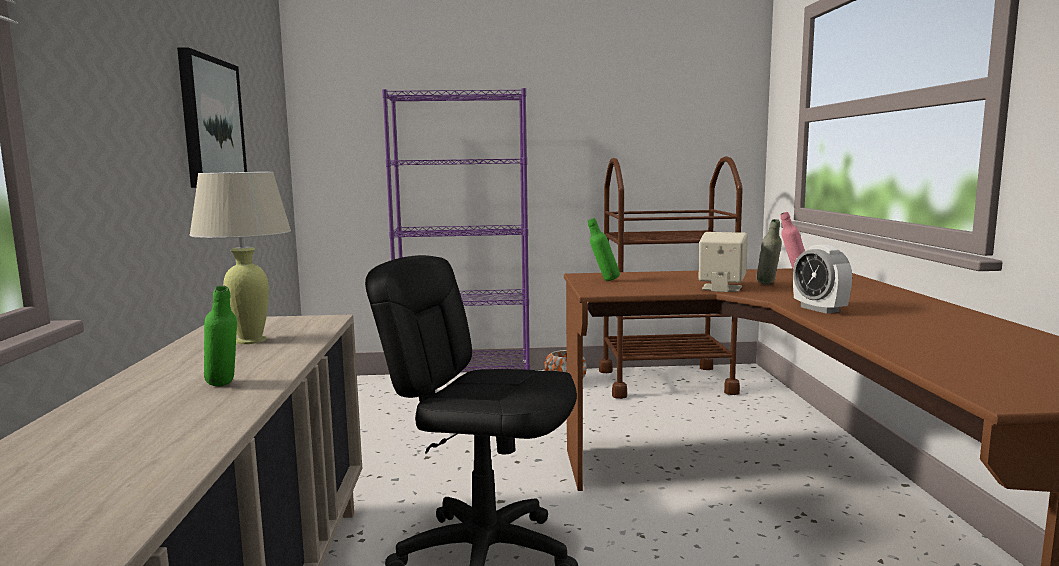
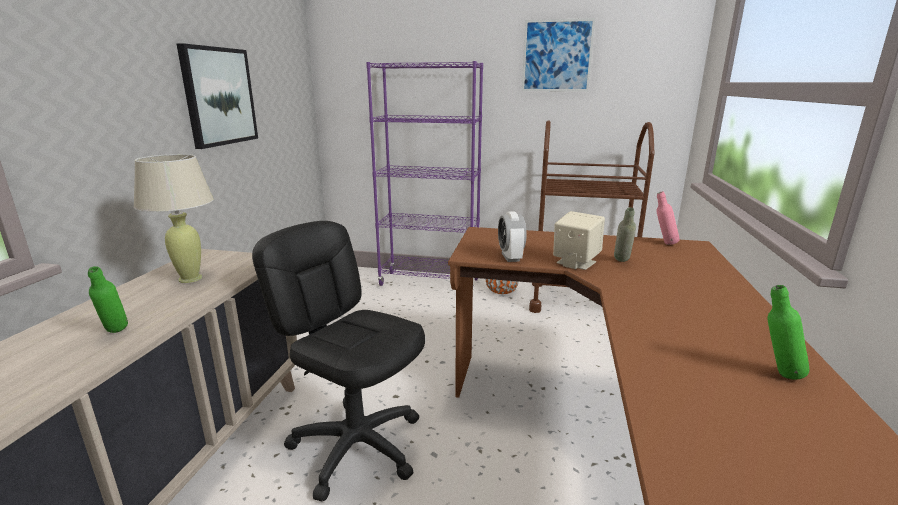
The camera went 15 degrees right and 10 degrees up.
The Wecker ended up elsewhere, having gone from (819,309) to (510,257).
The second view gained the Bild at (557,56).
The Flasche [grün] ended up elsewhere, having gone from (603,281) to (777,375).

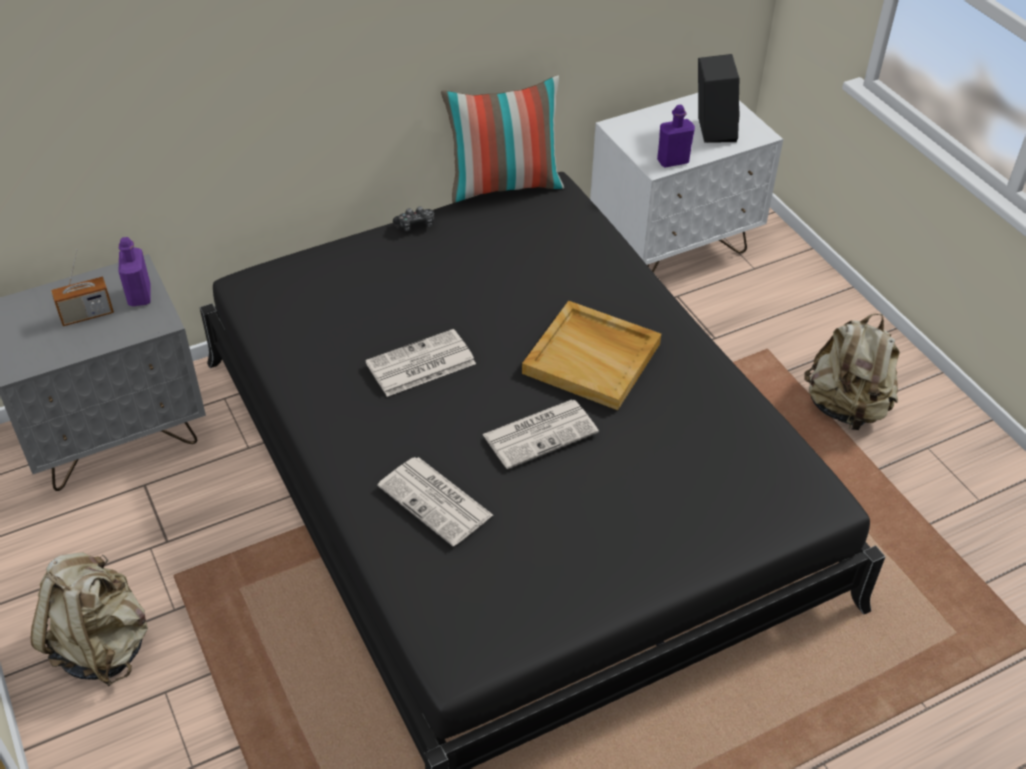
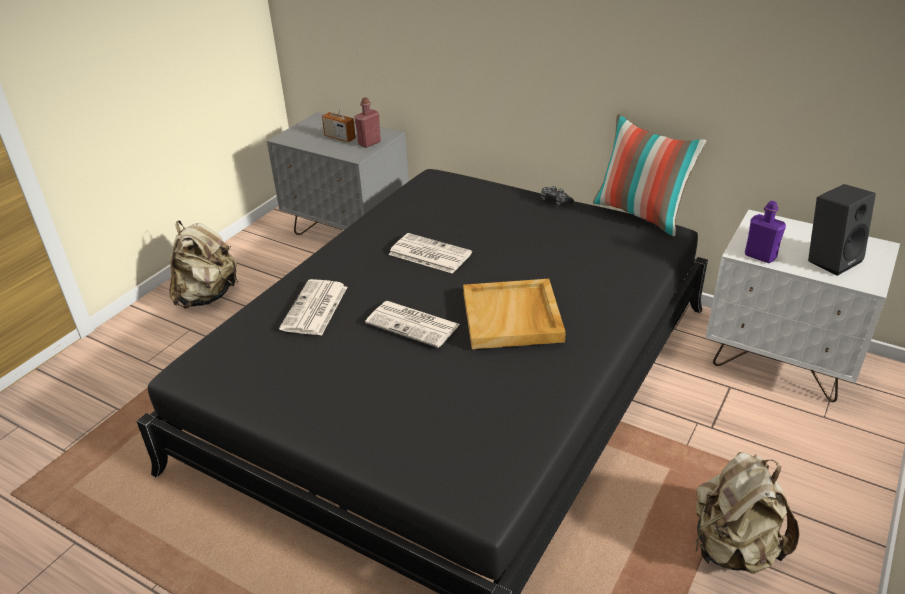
The camera went 60 degrees right and 10 degrees down.
What was the Flasche [lila] at (139,296) turned into the Flasche [rot] at (369,143).

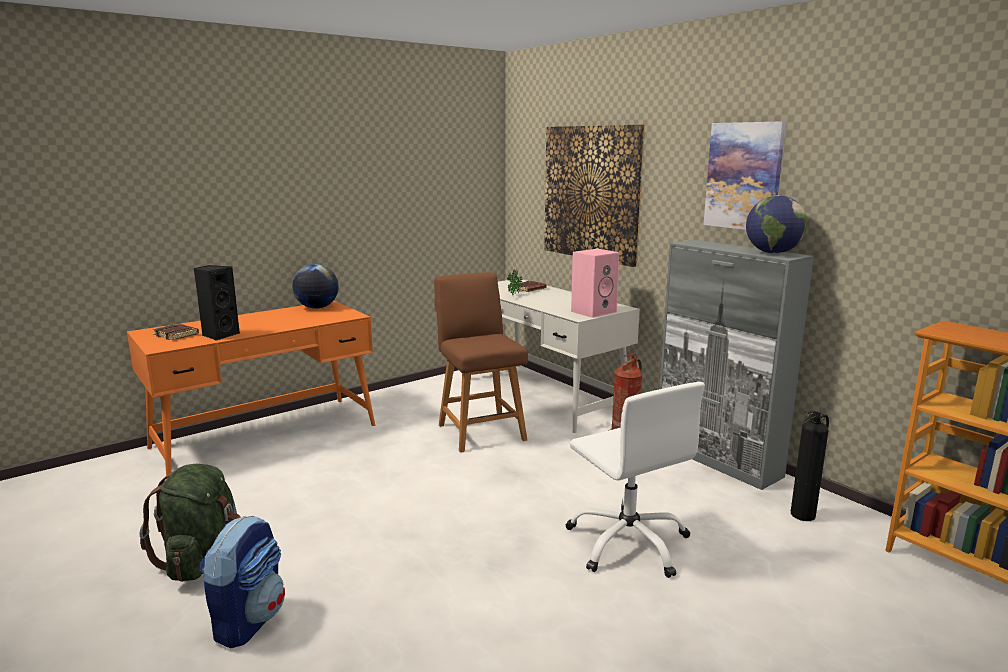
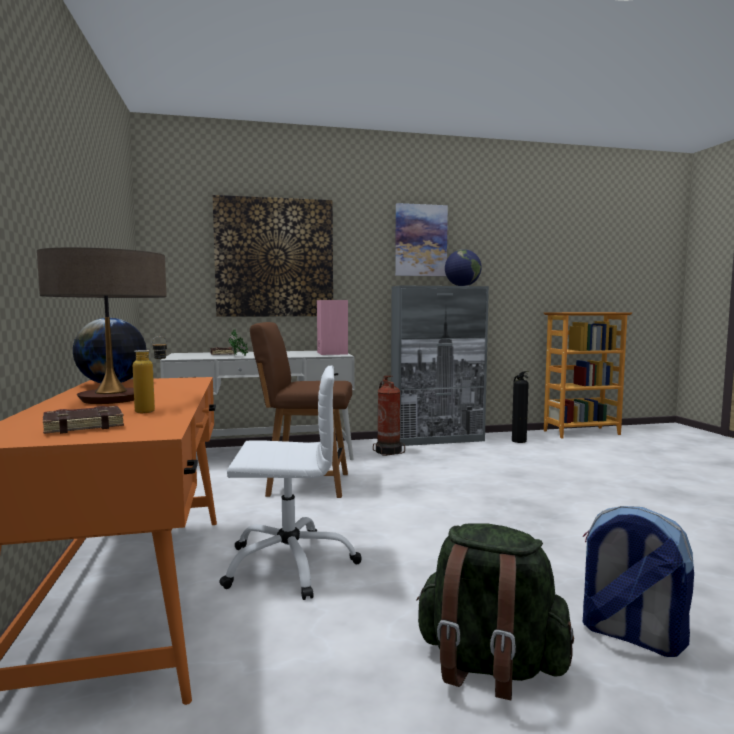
The camera went 65 degrees left and 10 degrees down.
The second view gained the Tischlampe at (111,399).
Where the Lautsprecher [schwarz] stood at (219,335), the Flasche came to stand at (153,411).
The Bürostuhl [weiß] ended up elsewhere, having gone from (628,542) to (289,564).

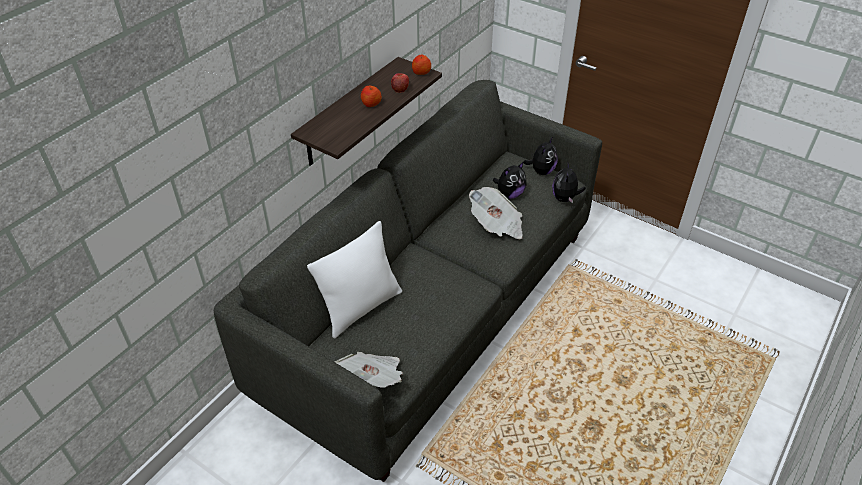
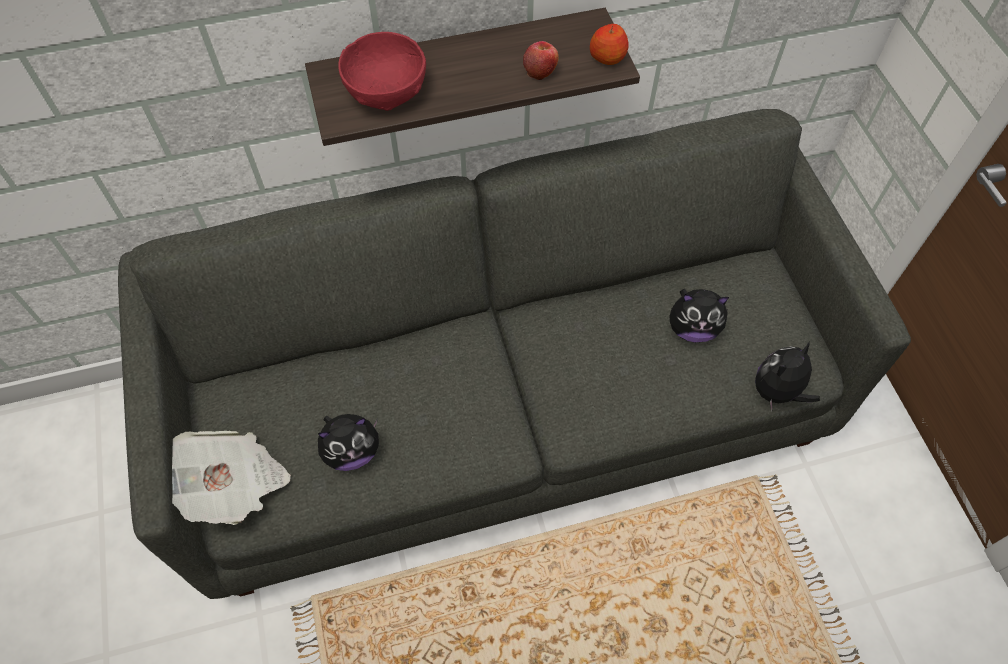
The camera went 40 degrees right and 15 degrees up.
The Plüschtier ended up elsewhere, having gone from (541,171) to (352,451).
The second view gained the Schüssel [rot] at (387,91).
The second view lost the Kissen [weiß] at (361,307).
The second view lost the Apfel at (371,103).
The second view lost the Zeitung at (496,225).

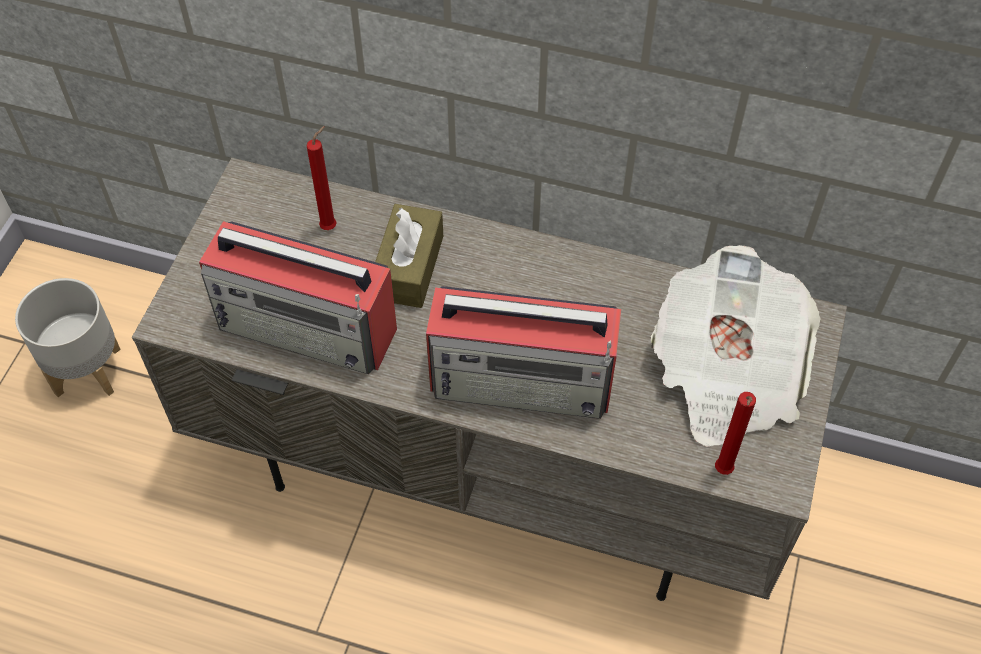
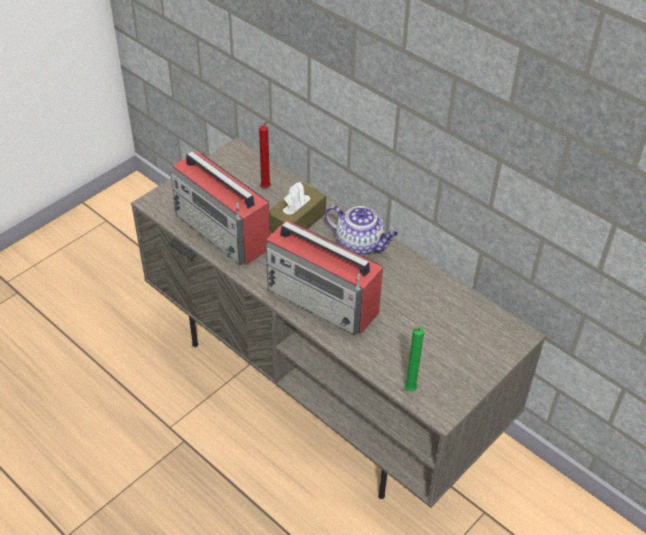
The camera went 25 degrees right and 10 degrees down.
The second view gained the Teekanne at (360,245).
What was the Kerze [rot] at (722,472) turned into the Kerze [grün] at (408,390).
The second view lost the Pflanzkübel [grau] at (88,370).
The second view lost the Zeitung at (726,374).

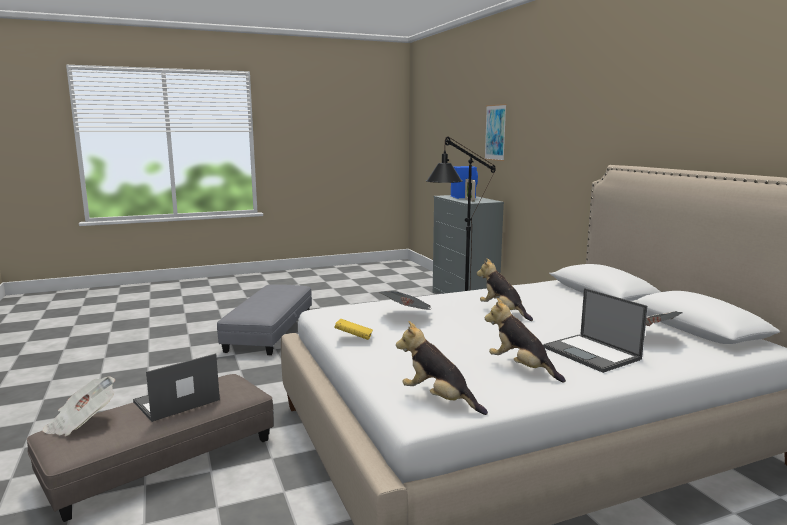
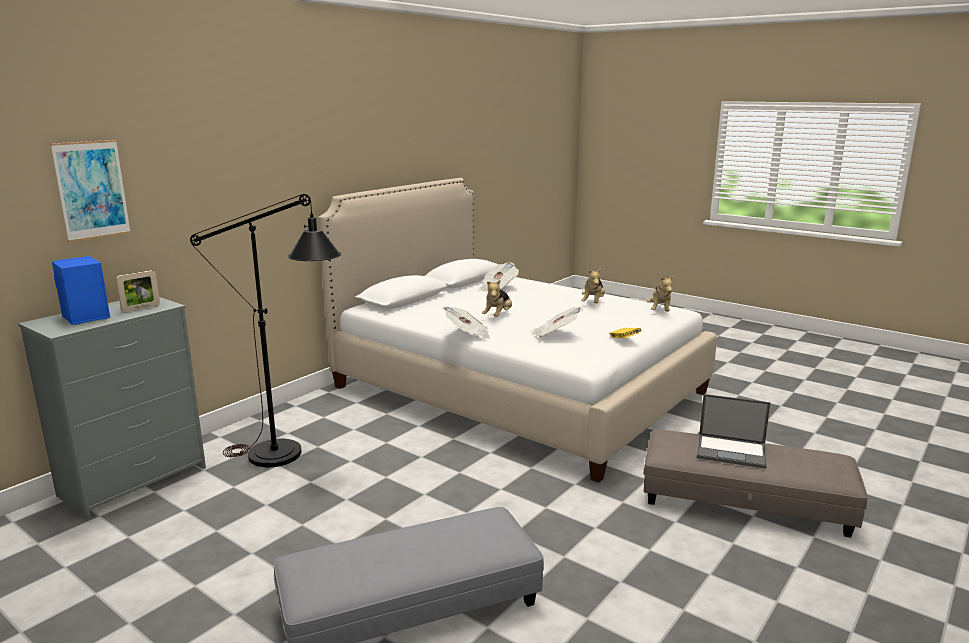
The camera went 120 degrees left and 5 degrees up.
The Zeitung ended up elsewhere, having gone from (82,423) to (468,335).
The second view lost the Laptop at (592,353).

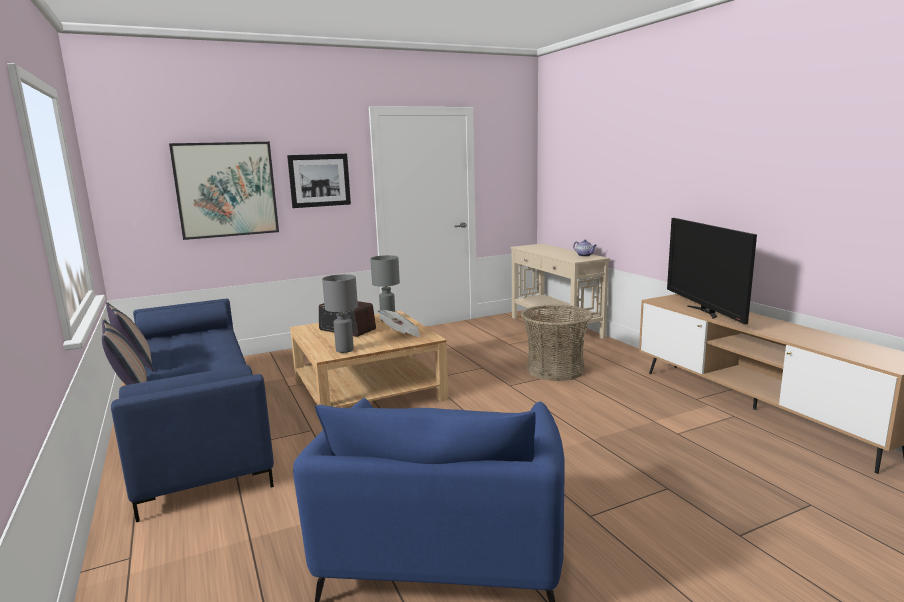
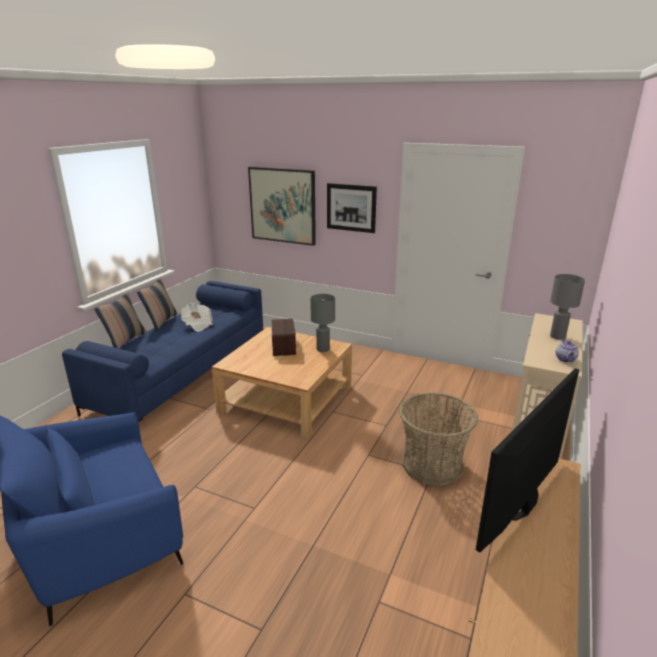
The camera went 50 degrees right and 10 degrees up.
The Zeitung ended up elsewhere, having gone from (400,334) to (197,325).
The Tischlampe [grau] ended up elsewhere, having gone from (345,350) to (558,336).

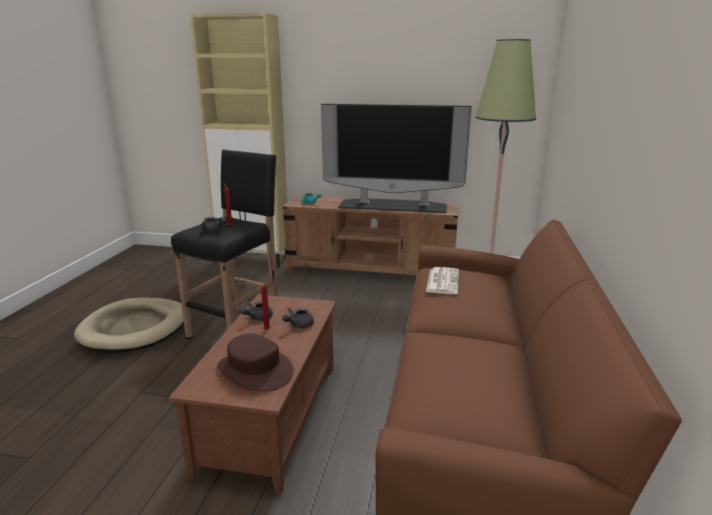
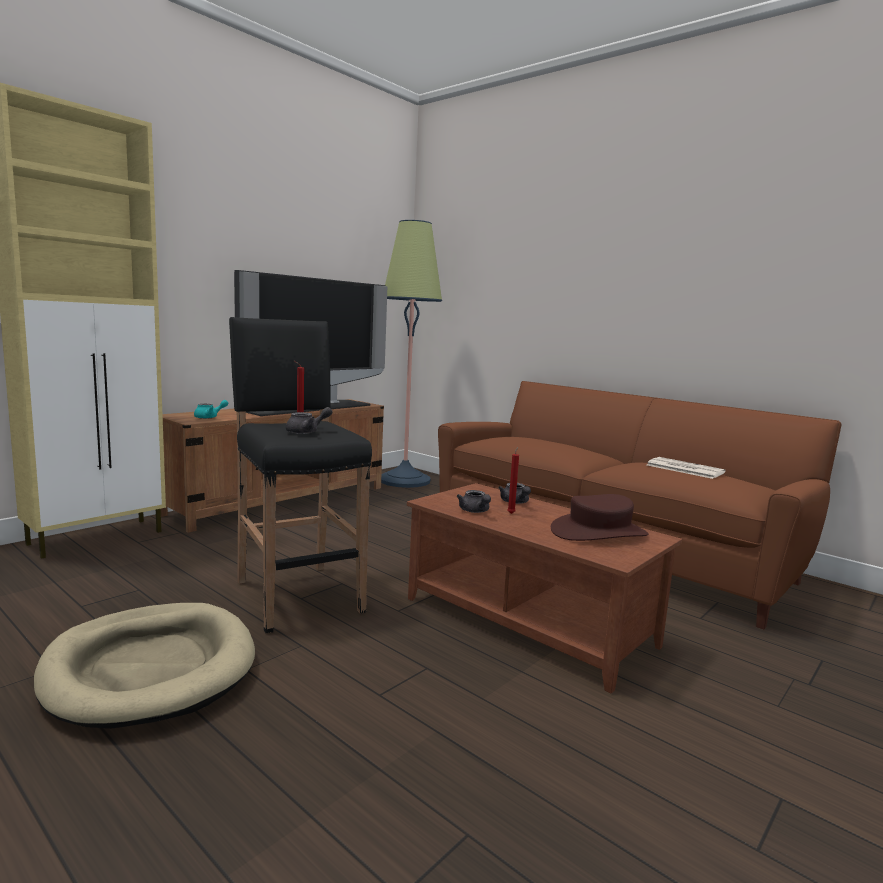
The camera went 60 degrees left and 10 degrees down.
The Zeitung ended up elsewhere, having gone from (442,281) to (683,469).

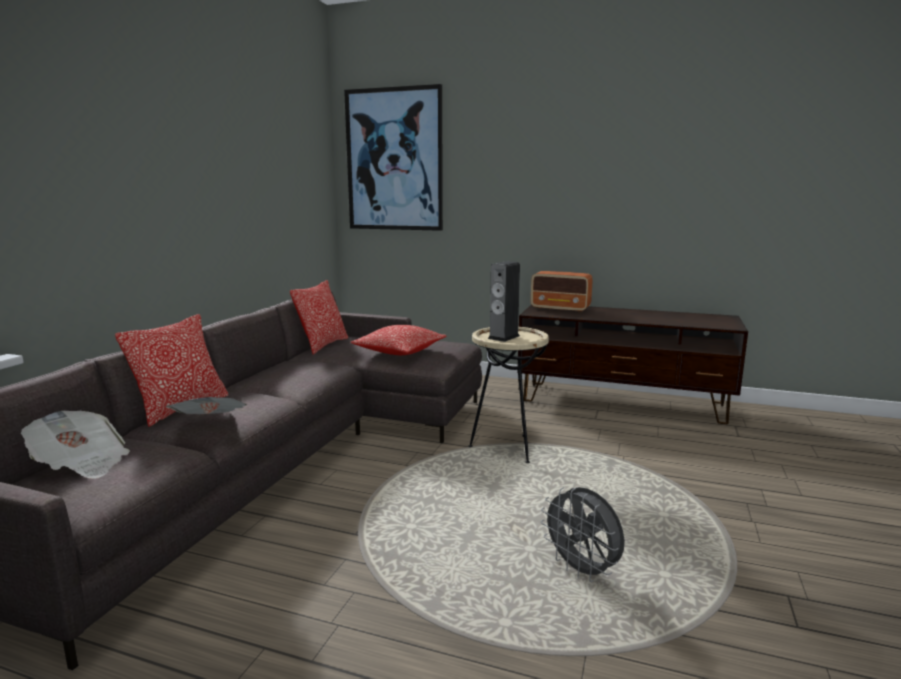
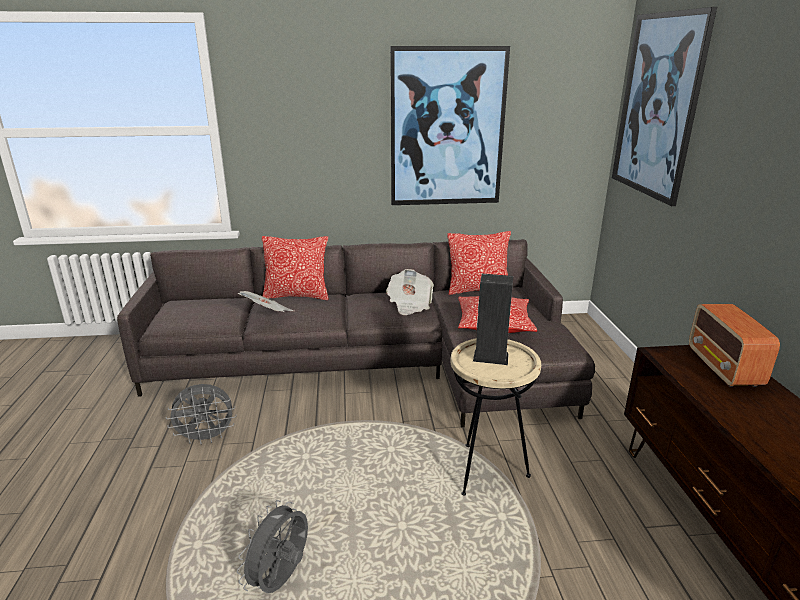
The camera went 65 degrees right and 10 degrees up.
The second view gained the Ventilator [grau] at (207,438).
The Zeitung ended up elsewhere, having gone from (81,464) to (409,304).
The second view gained the Bild at (447,128).

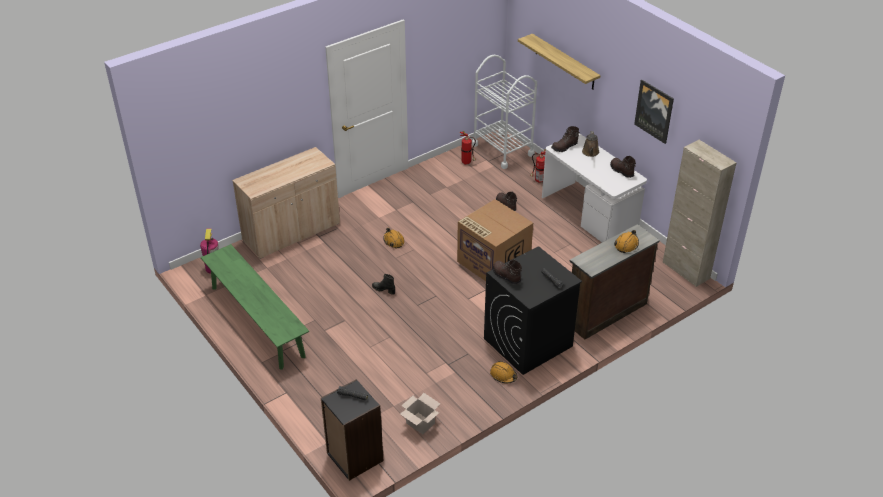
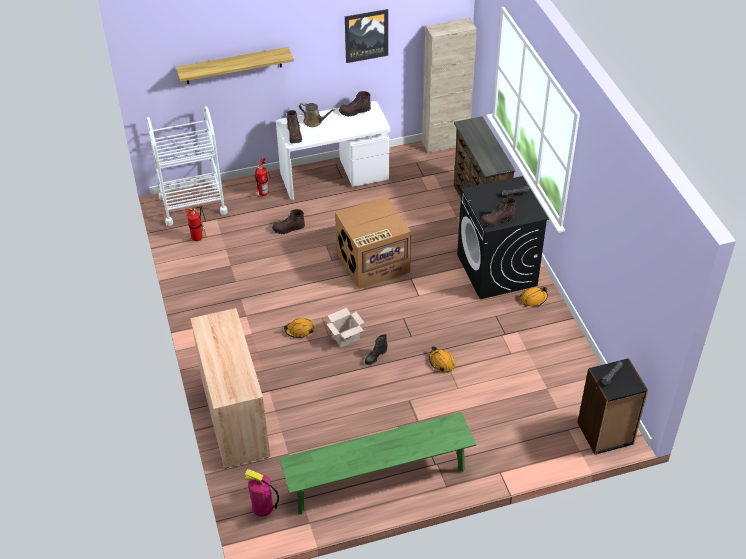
The camera went 70 degrees left and 5 degrees up.
The Karton ended up elsewhere, having gone from (419,423) to (345,338).
The Schutzhelm [orange] ended up elsewhere, having gone from (626,245) to (442,362).

